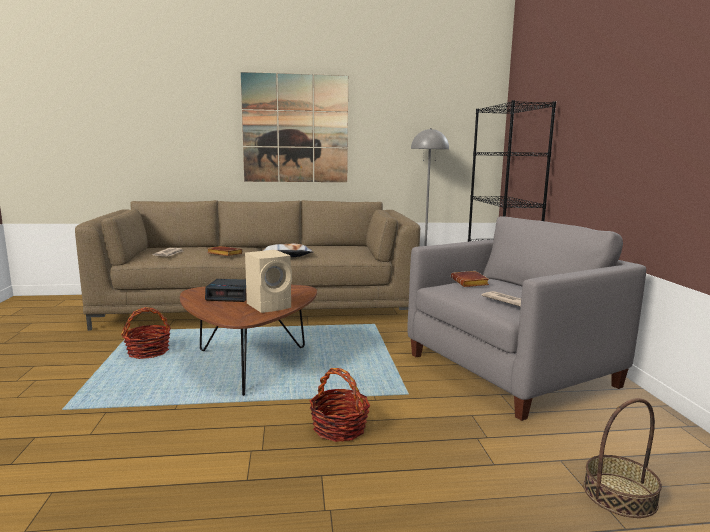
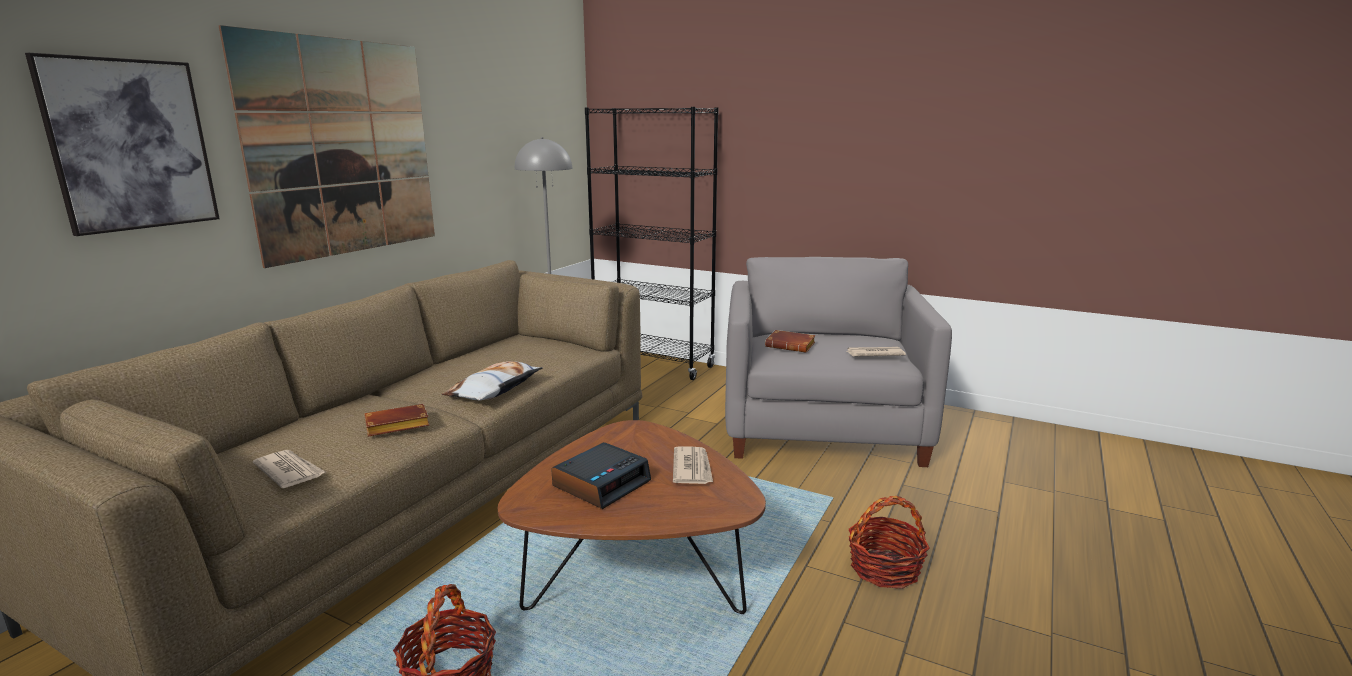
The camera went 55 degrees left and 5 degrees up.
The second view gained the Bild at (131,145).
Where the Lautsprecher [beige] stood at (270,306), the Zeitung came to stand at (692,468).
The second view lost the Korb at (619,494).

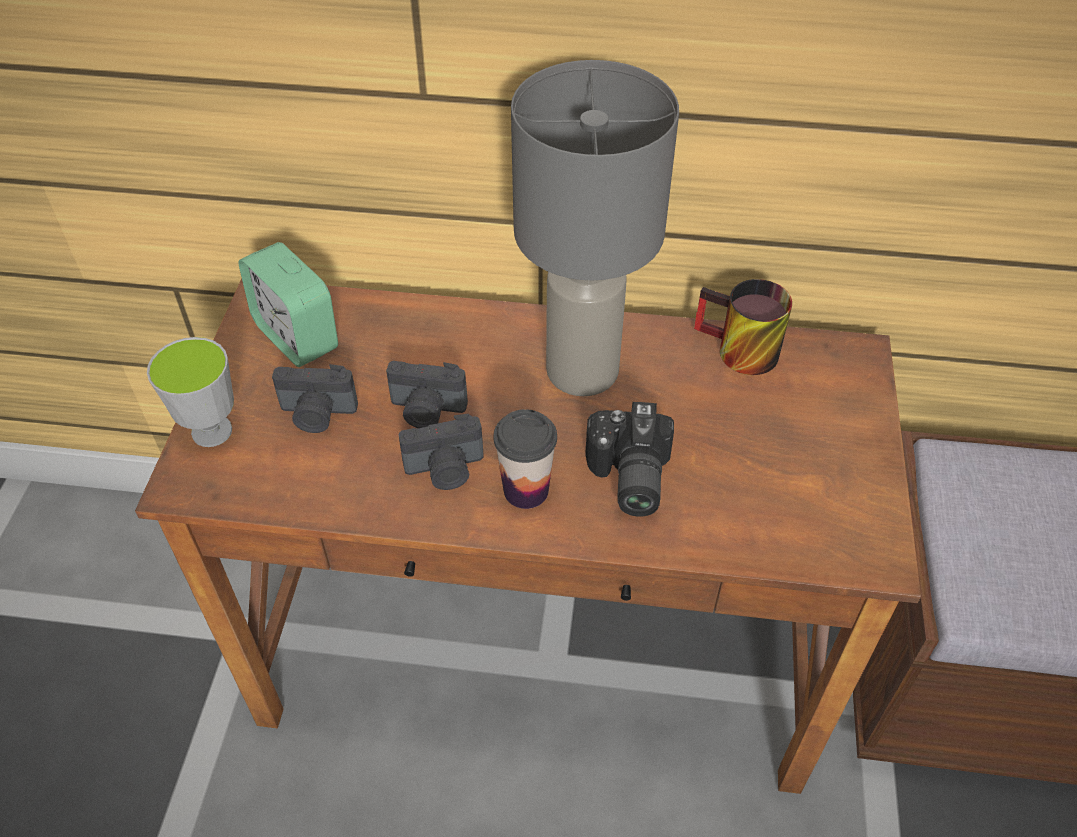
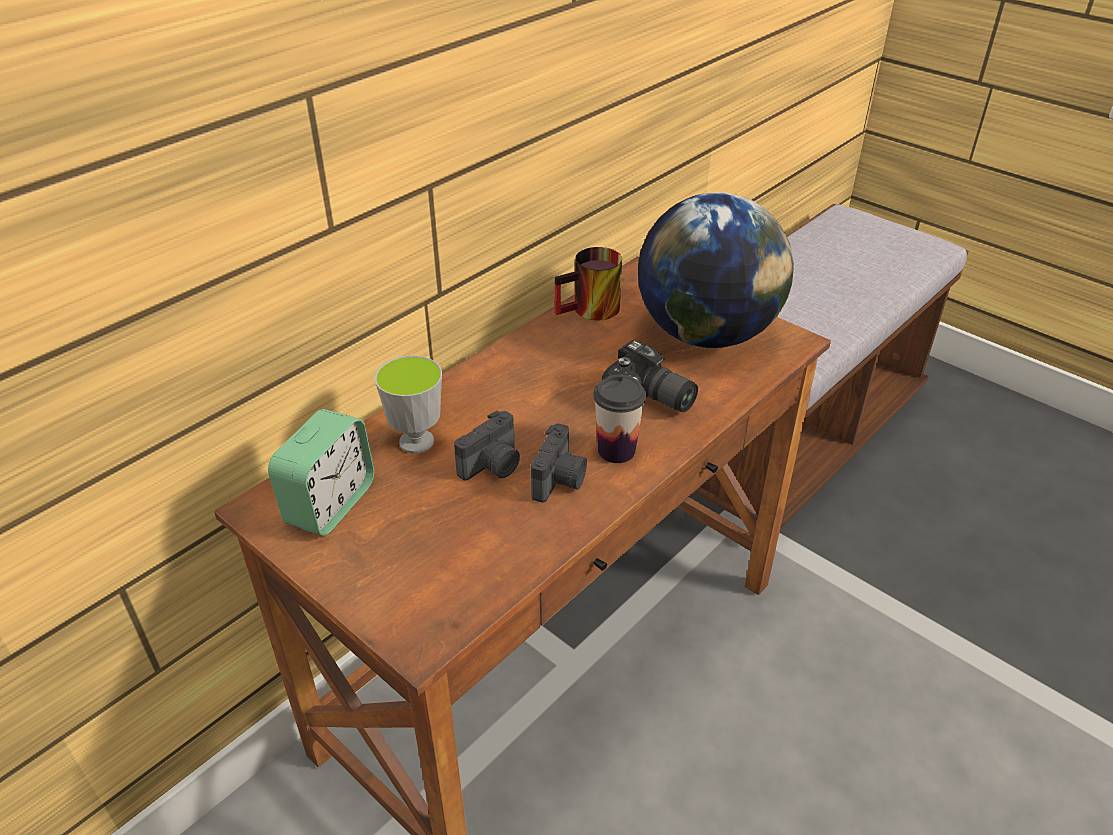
The camera went 55 degrees left and 10 degrees down.
The Wecker at (297,336) ended up facing another way, 60 degrees counterclockwise from before.
The Tasse ended up elsewhere, having gone from (212,431) to (416,442).
The second view gained the Globus at (706,334).
The second view lost the Kamera at (317,415).
The second view lost the Tischlampe [grau] at (584,372).

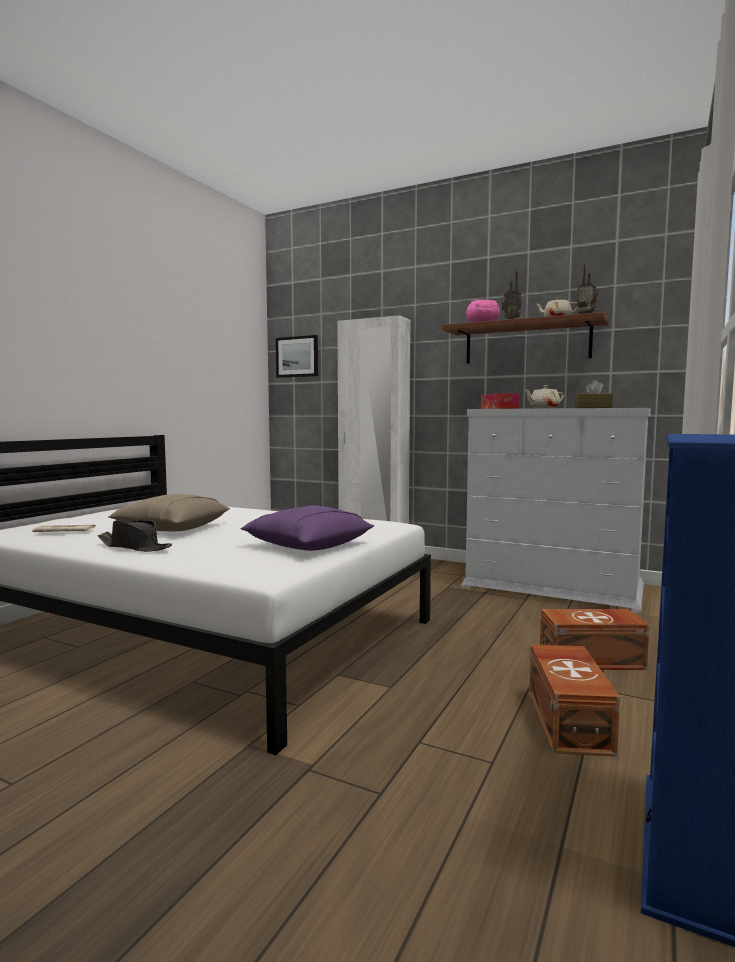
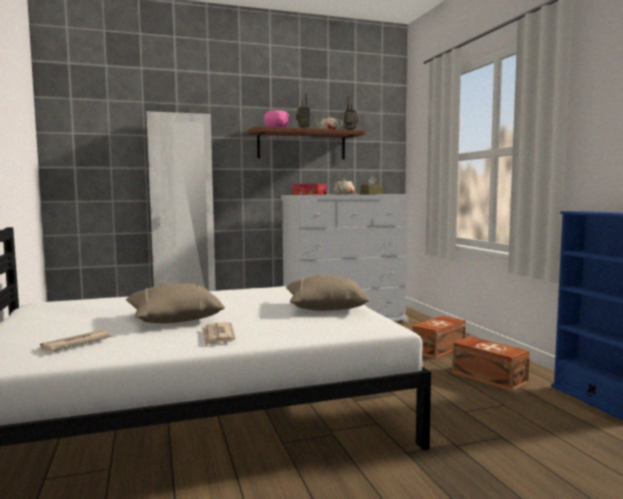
The camera went 45 degrees left and 0 degrees up.
Where the Hut [schwarz] stood at (135,547), the Zeitung came to stand at (217,336).
What was the Kissen [lila] at (308,545) turned into the Kissen [beige] at (325,307).
The second view lost the Bild at (297,356).

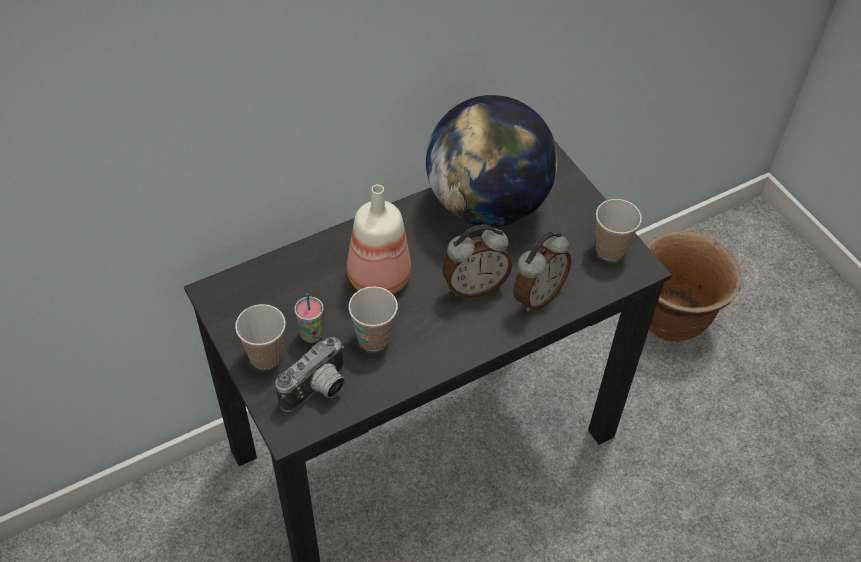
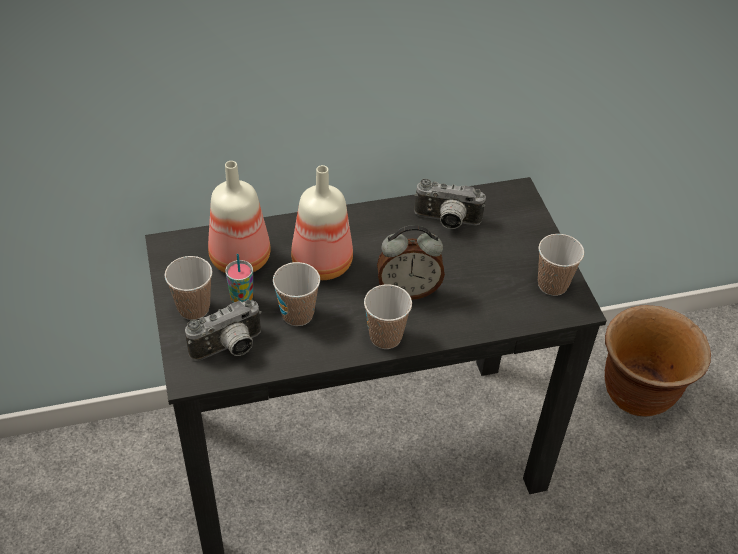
The camera went 15 degrees right and 5 degrees down.
The second view gained the Flasche at (240,257).
The second view gained the Tasse at (385,337).
Where the Globus stood at (487,204), the Kamera came to stand at (446,222).
The second view lost the Wecker at (537,295).

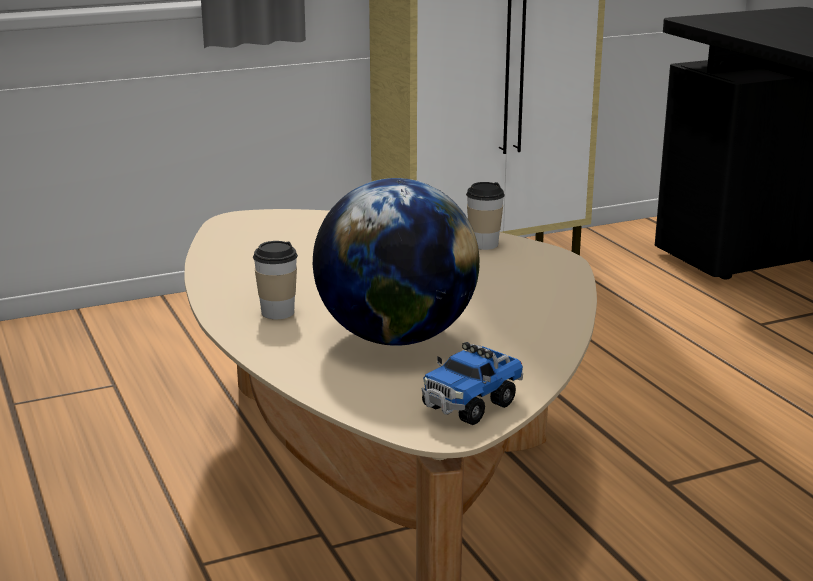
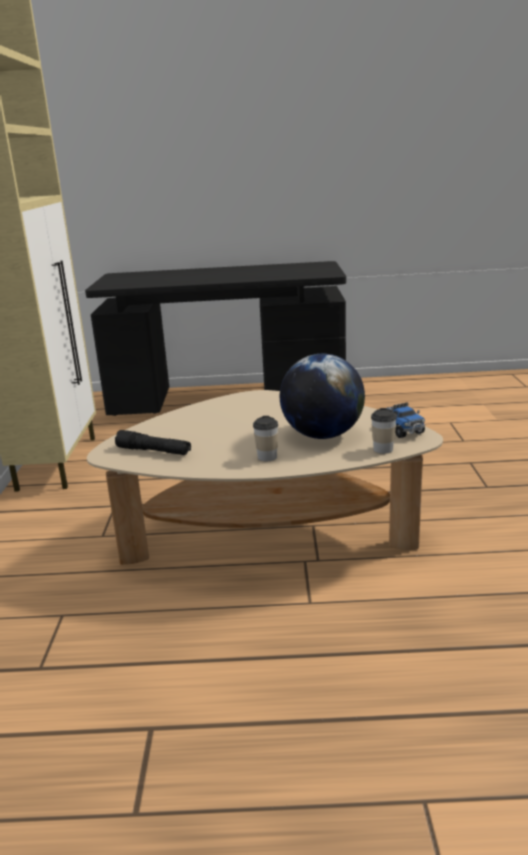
The camera went 65 degrees left and 0 degrees up.
The second view gained the Taschenlampe [schwarz] at (154,451).
The Tasse ended up elsewhere, having gone from (483,244) to (383,449).

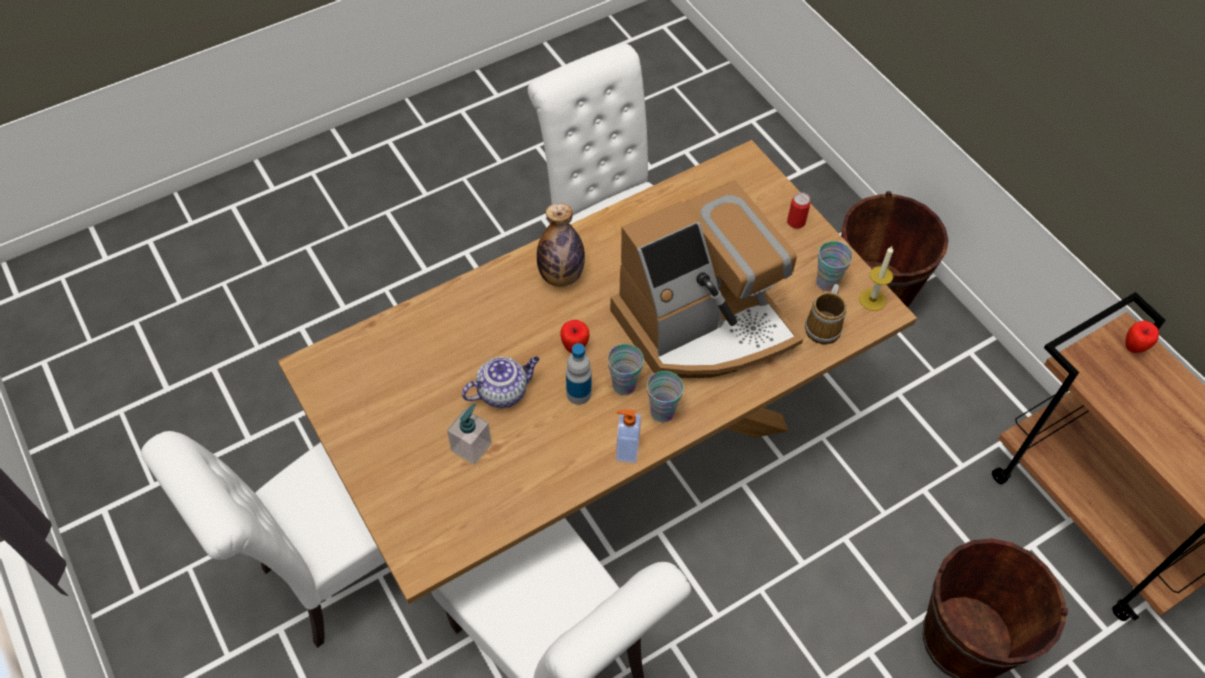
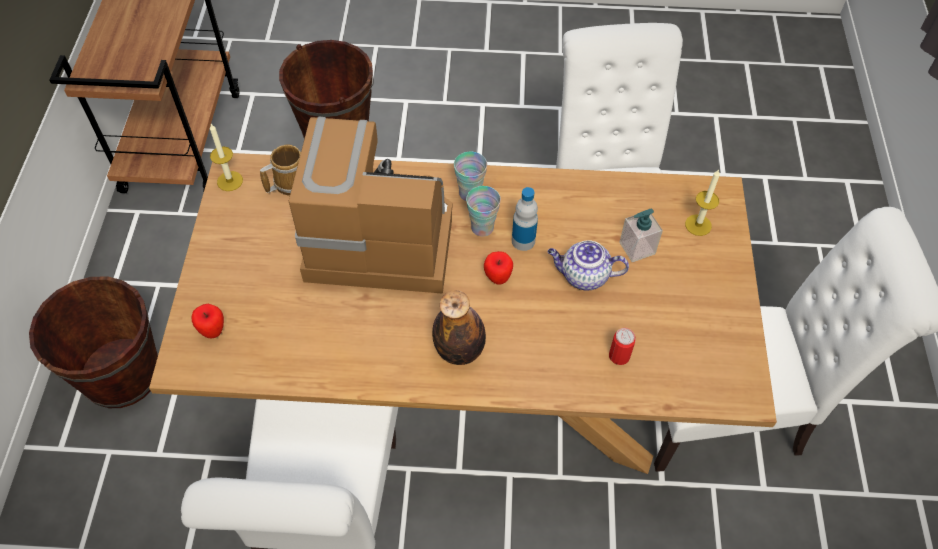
The camera went 145 degrees left and 0 degrees up.
The Apfel ended up elsewhere, having gone from (1133,348) to (213,331).
The Dose ended up elsewhere, having gone from (796,222) to (619,356).
The second view gained the Kerze at (698,225).
The second view lost the Seifenspender at (626,450).
The second view lost the Tasse at (827,282).

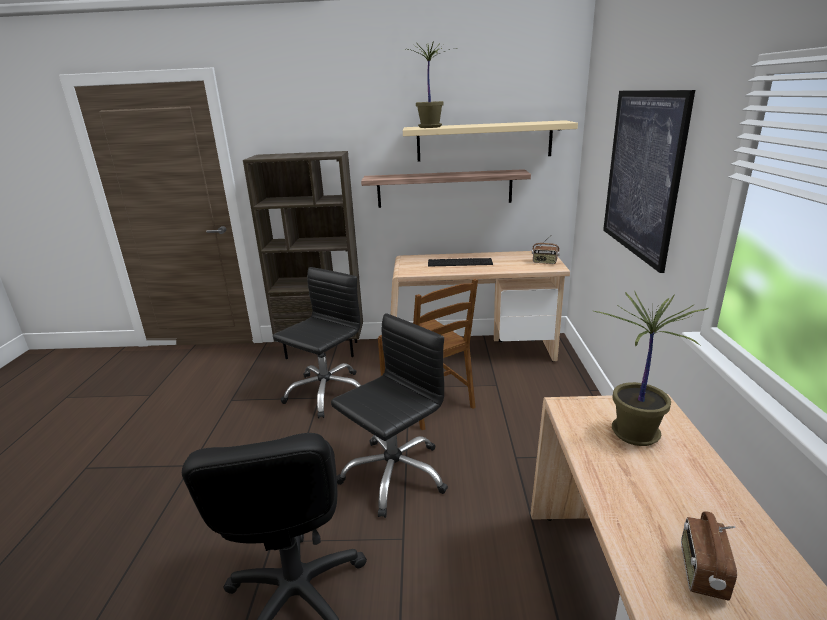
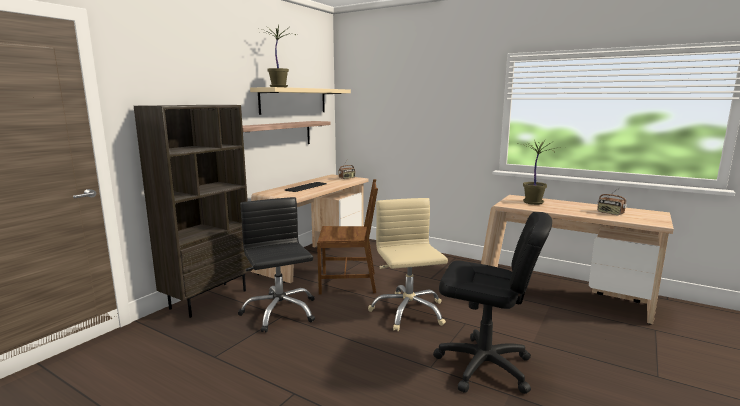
The camera went 60 degrees left and 10 degrees down.
What was the Bürostuhl [schwarz] at (394,474) turned into the Bürostuhl [beige] at (408,312).
The second view lost the Bild at (642,174).

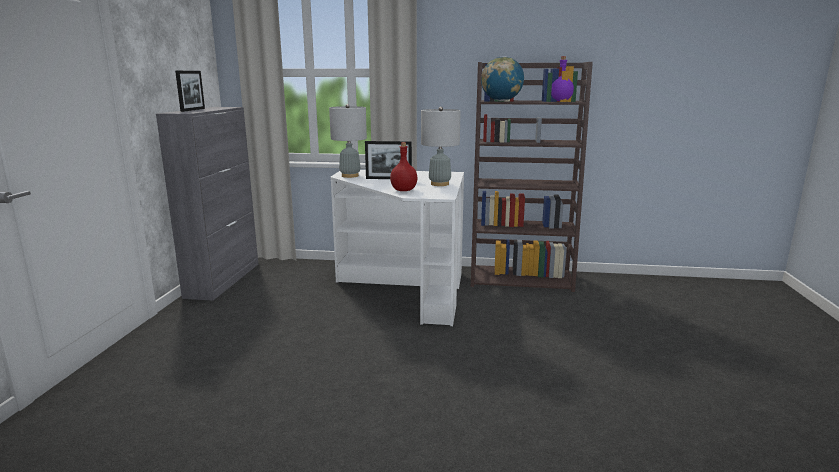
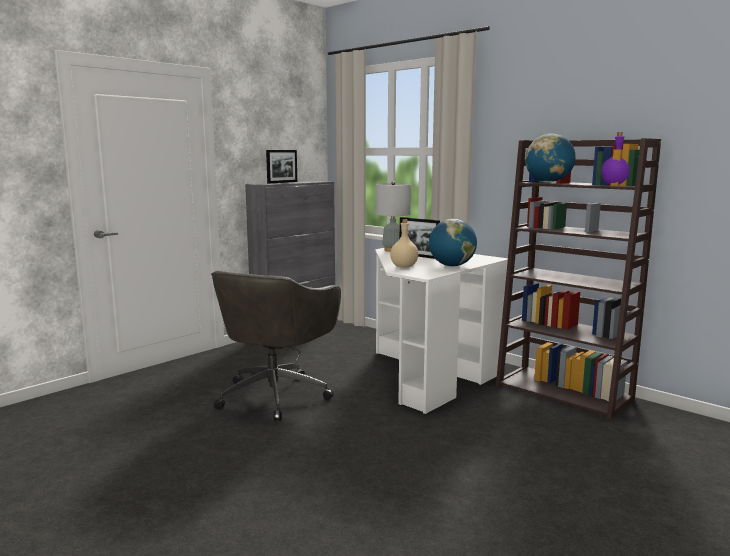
The camera went 35 degrees right and 5 degrees down.
The second view gained the Bürostuhl [grau] at (276,394).
What was the Flasche [rot] at (404,190) turned into the Flasche [beige] at (404,266).
Where the Tischlampe [grau] stood at (439,184), the Globus came to stand at (451,266).

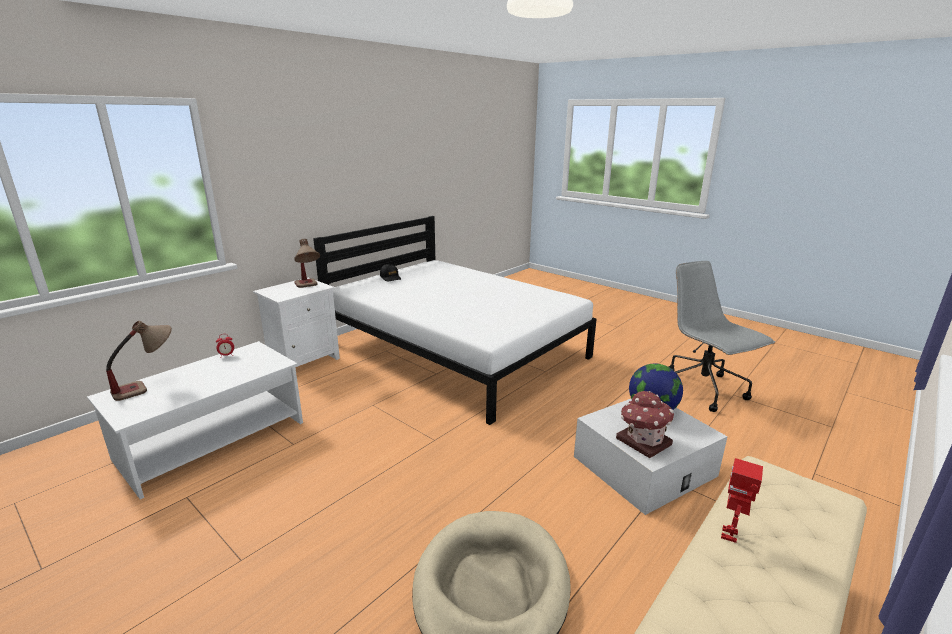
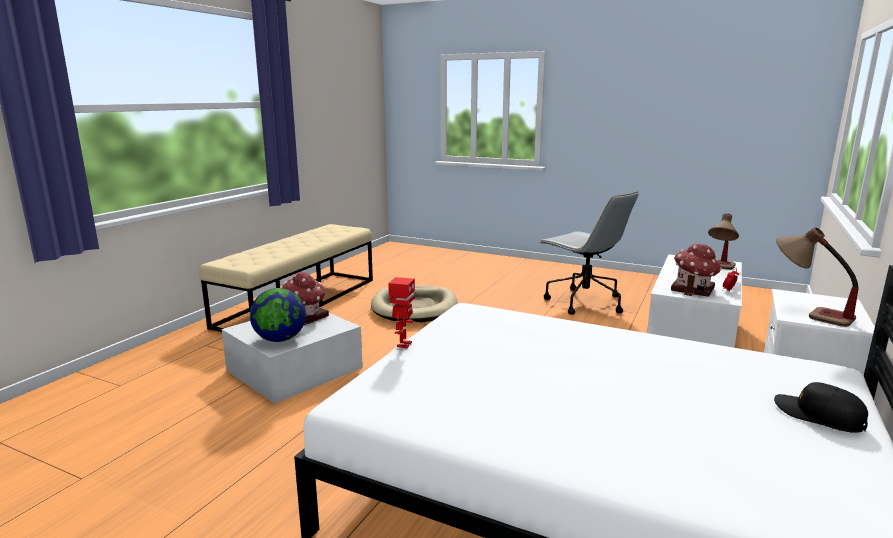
The camera went 165 degrees right and 5 degrees down.
The Spielzeugroboter ended up elsewhere, having gone from (730,535) to (403,344).
The Bürostuhl [grau] ended up elsewhere, having gone from (703,390) to (583,302).
The second view gained the Spielzeughaus at (693,290).

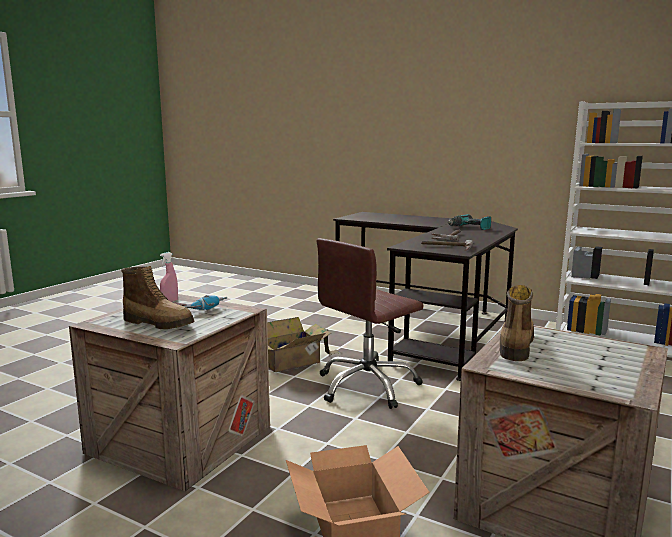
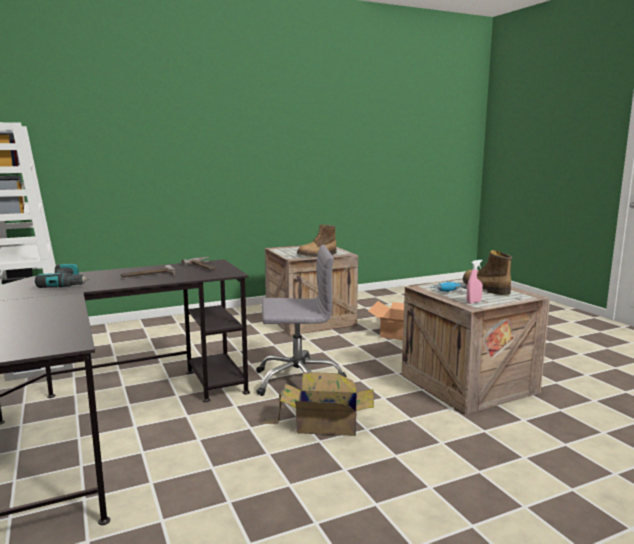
The camera went 145 degrees left and 0 degrees up.
What was the Bürostuhl [braun] at (367,386) turned into the Bürostuhl [grau] at (298,380).

